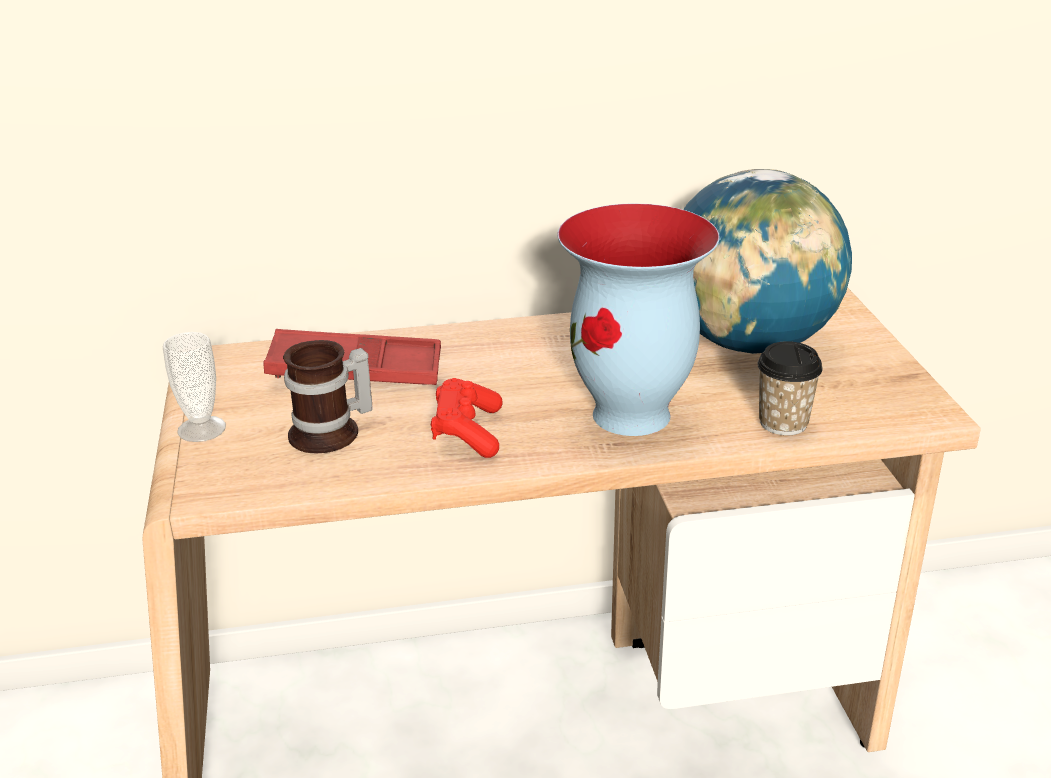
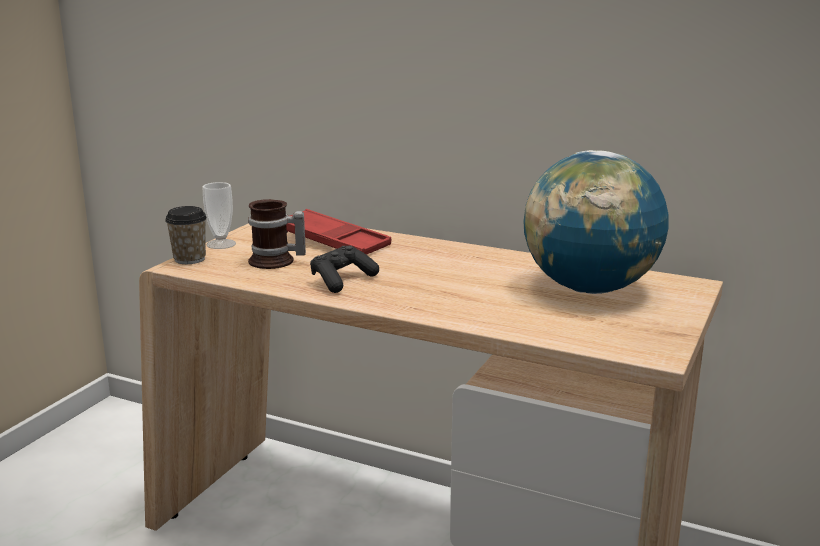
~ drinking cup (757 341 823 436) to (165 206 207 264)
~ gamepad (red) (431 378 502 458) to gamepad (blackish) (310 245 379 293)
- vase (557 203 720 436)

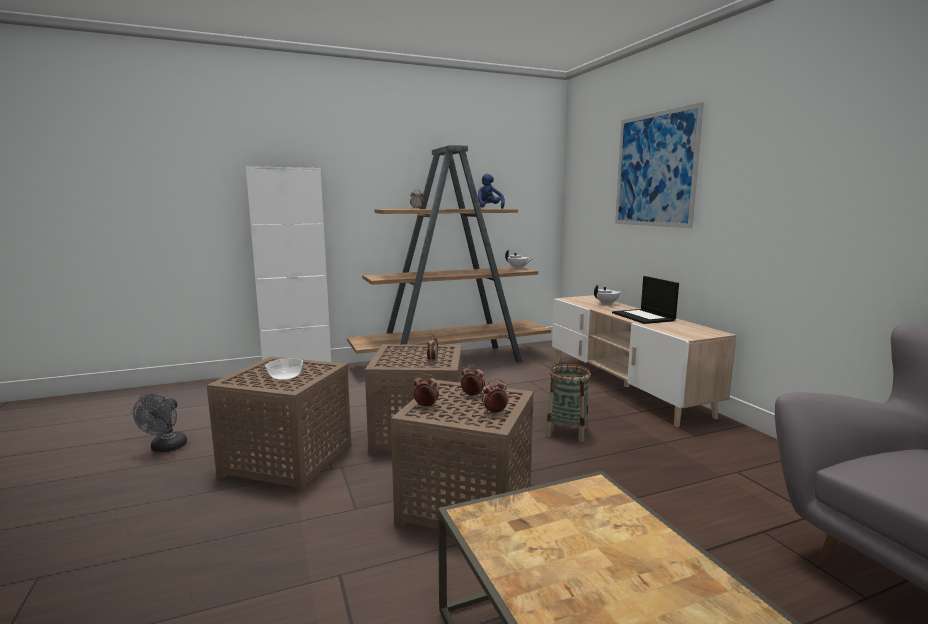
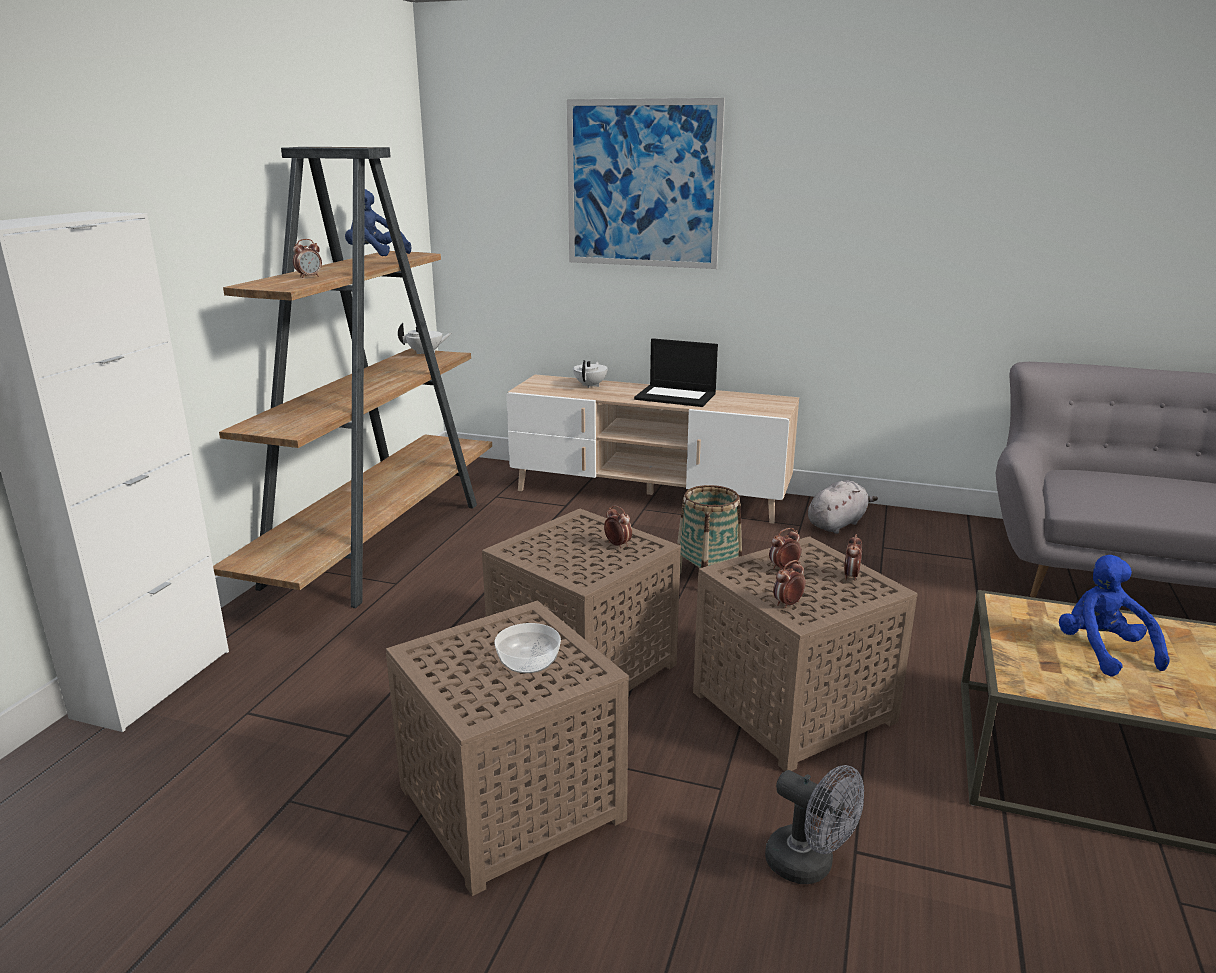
~ cooling fan (grey) (133 394 187 452) to (765 765 864 884)
+ cuddly toy (grey) (808 481 878 534)
+ cuddly toy (bluish) (1059 555 1170 677)

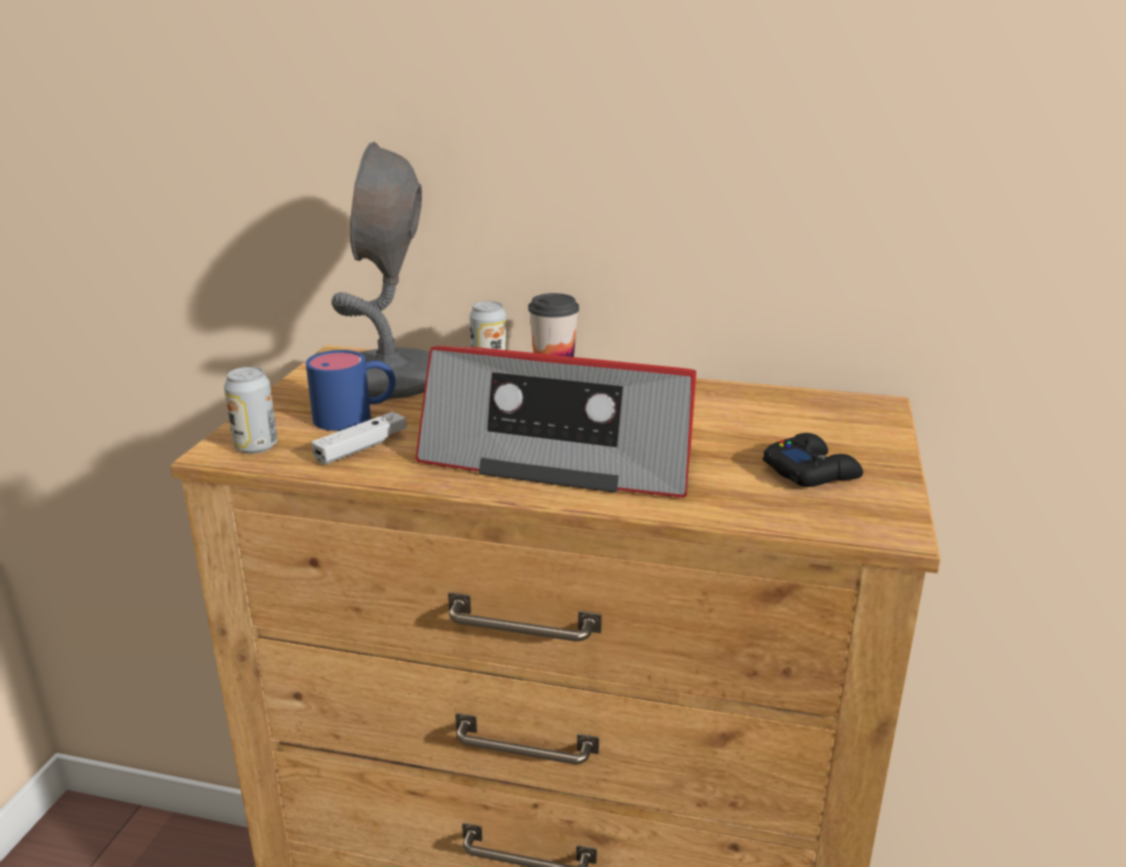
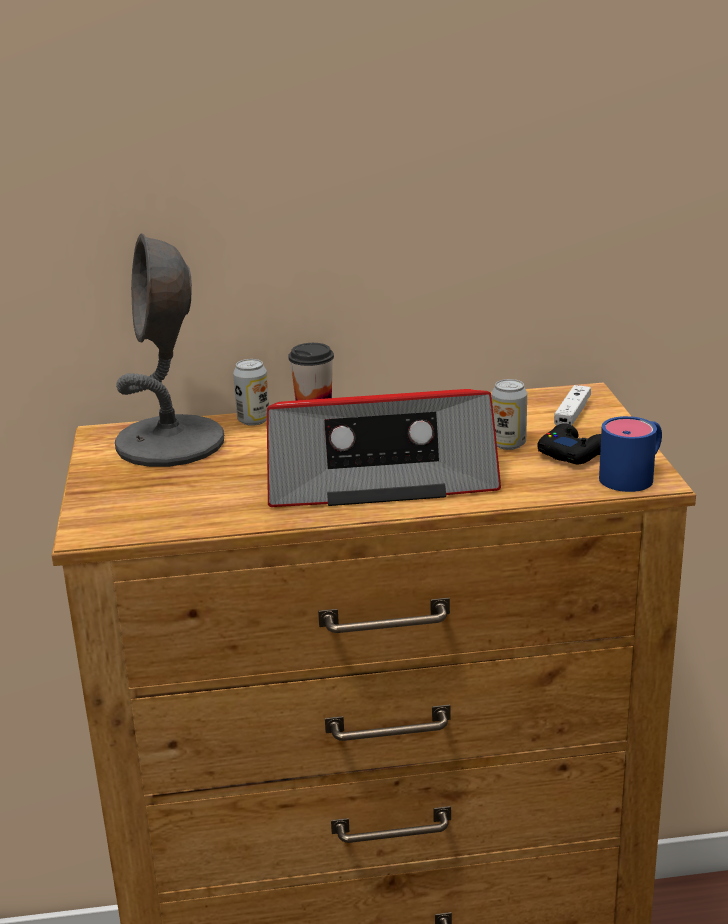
~ can (224 367 278 454) to (491 379 527 450)
~ gamepad (white-coloured) (311 411 407 465) to (554 385 591 426)
~ coffee mug (bluish) (306 350 396 431) to (599 416 662 492)

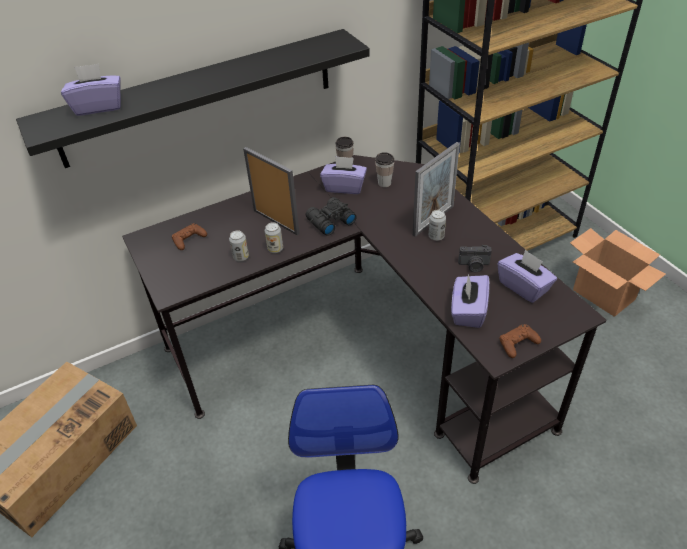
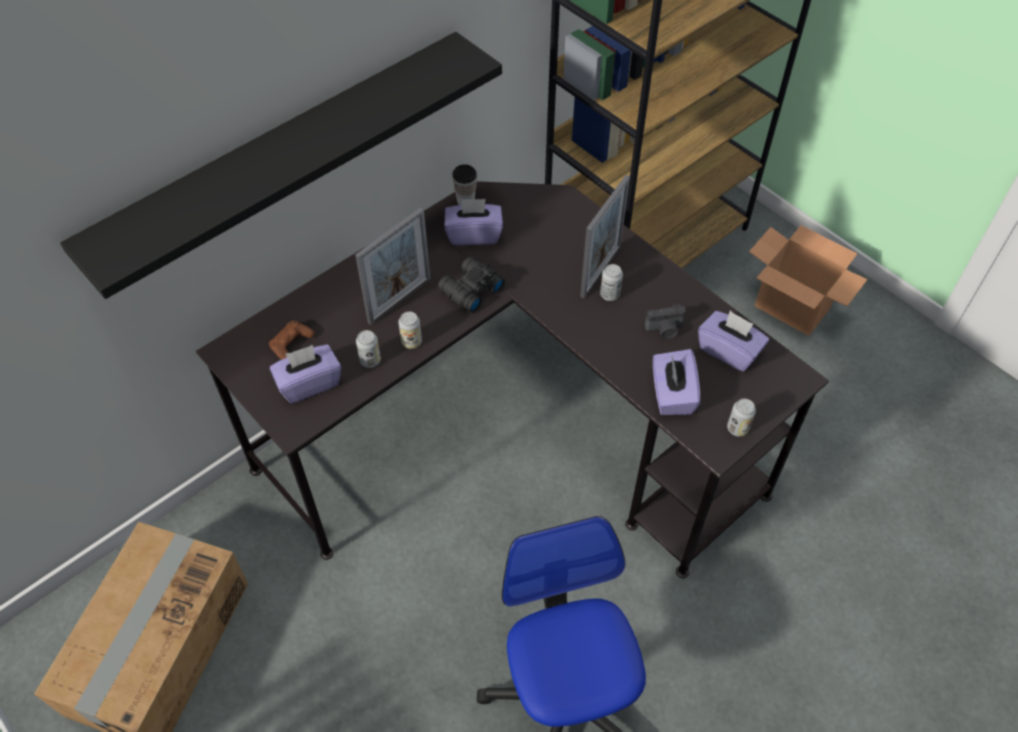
~ box of tissues (purple) (61 63 121 116) to (270 344 341 403)
~ standing frame (243 147 300 235) = (355 207 431 325) 105 degrees clockwise
~ gamepad (brownish) (500 324 541 358) to can (727 398 756 437)
- drinking cup (375 152 394 187)

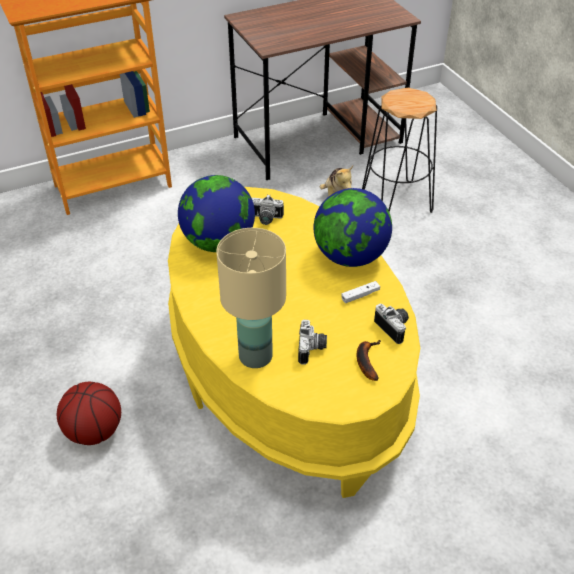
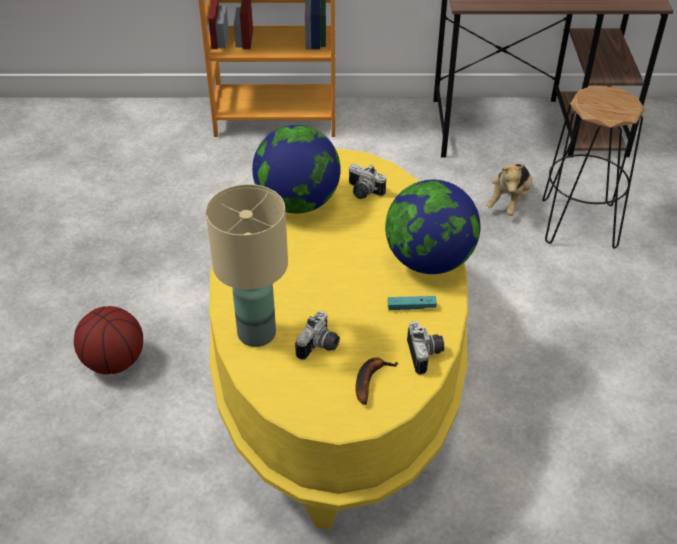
~ gamepad (white-coloured) (341 281 380 303) to gamepad (blue-green) (388 296 437 310)

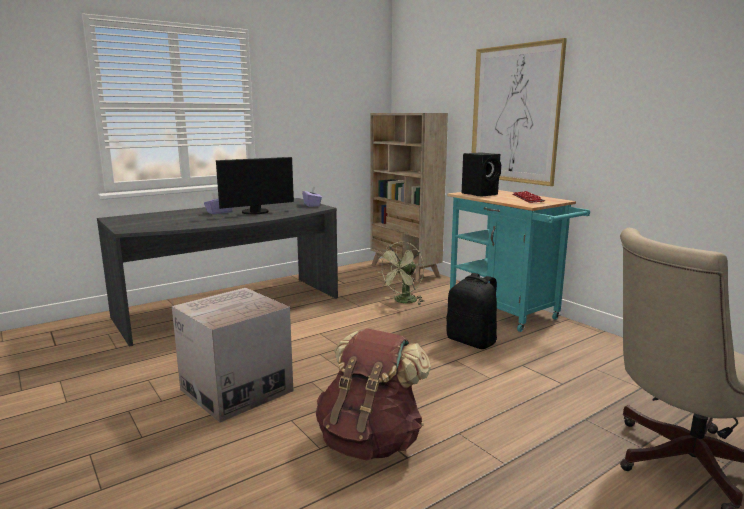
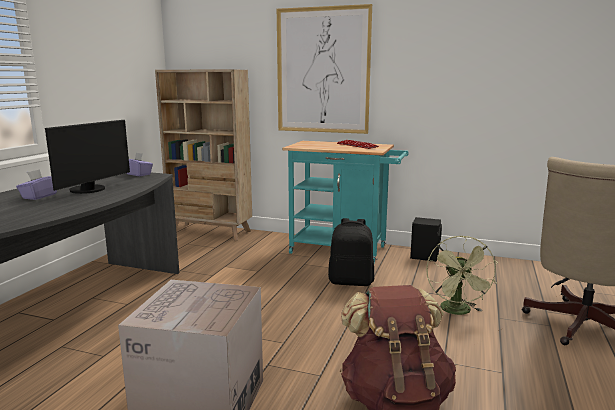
~ audio speaker (blackish) (462 152 501 196) to (410 217 442 262)
~ cooling fan (greenish) (377 242 424 305) to (426 235 498 315)

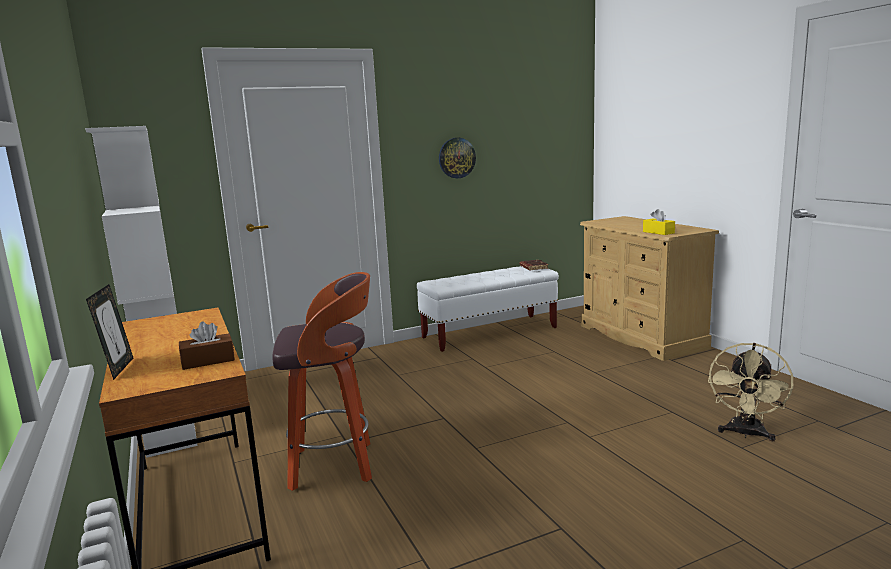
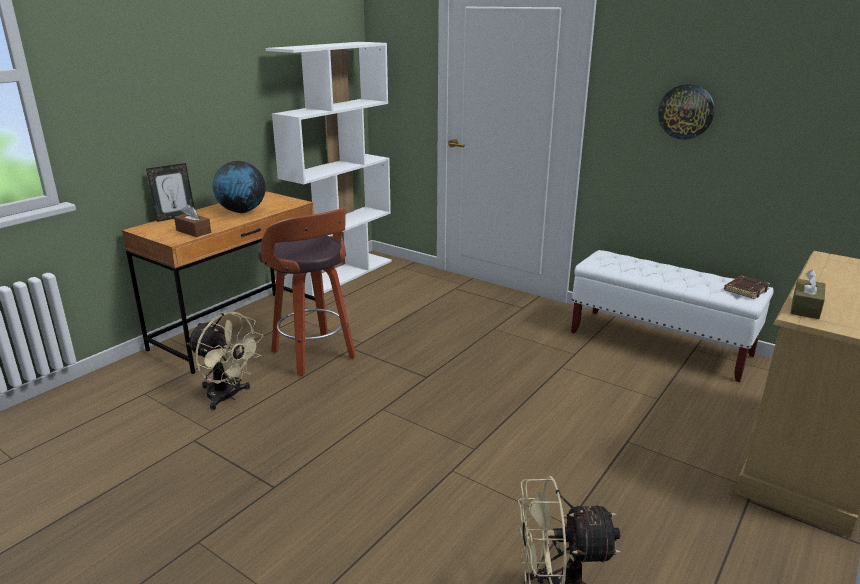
+ cooling fan (beige) (187 312 263 410)
+ world globe (213 161 265 213)
~ box of tissues (yellow-coloured) (643 209 675 235) to box of tissues (brownish) (791 269 825 319)

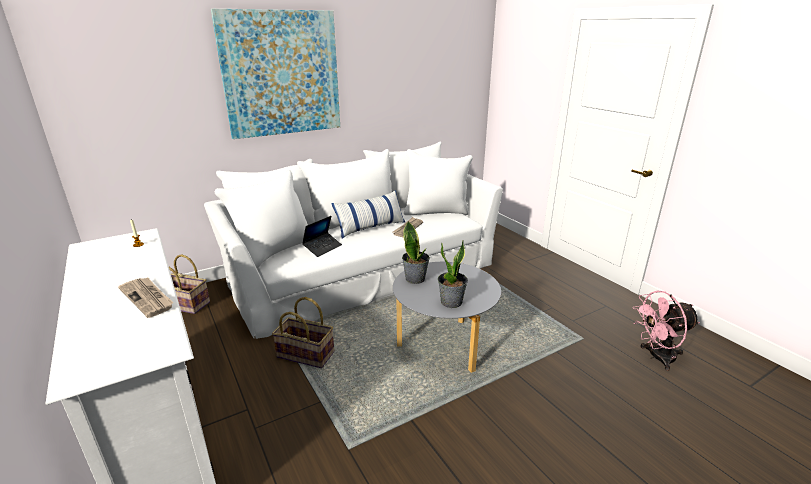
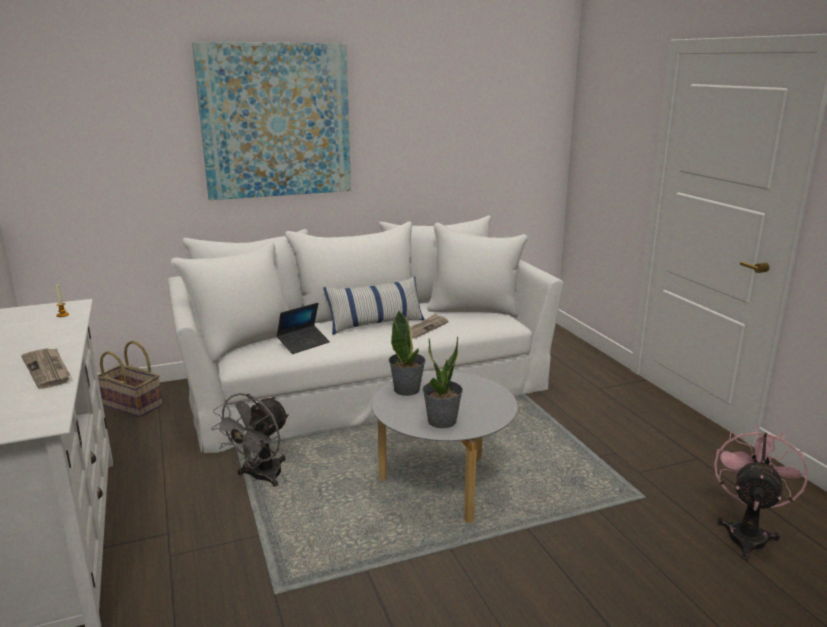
~ basket (272 297 334 368) to cooling fan (grey) (211 393 289 487)
~ cooling fan (pink) (633 290 700 371) = (714 425 808 560) 120 degrees clockwise

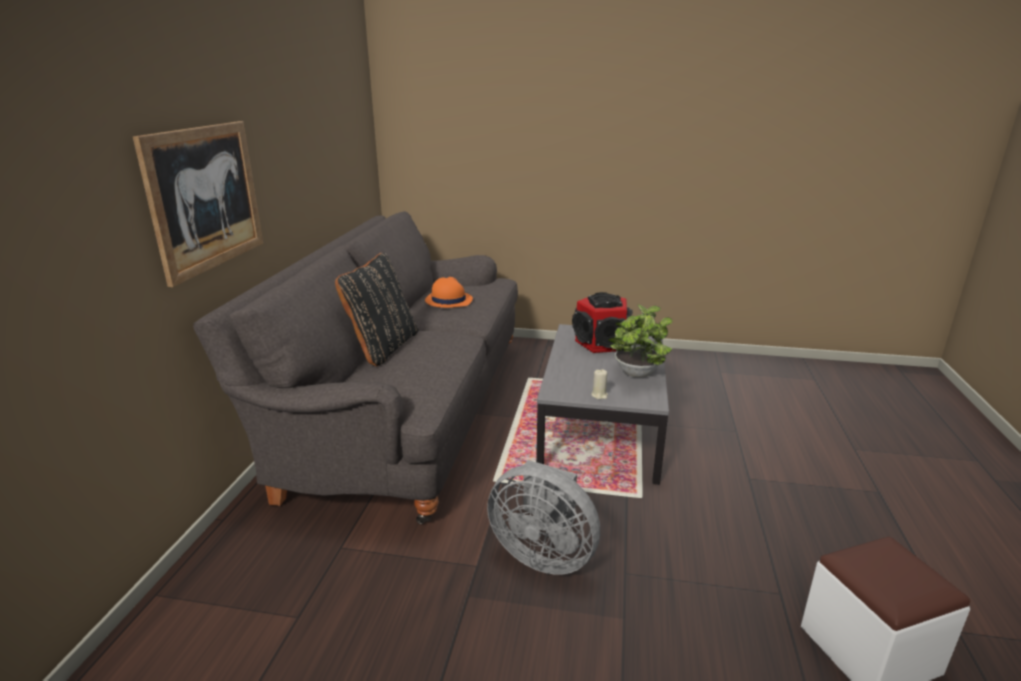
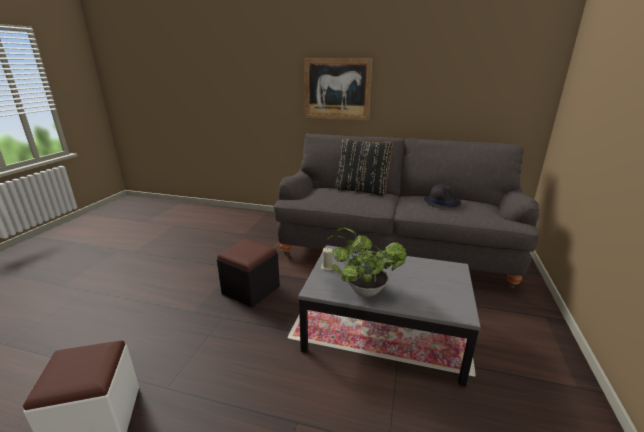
~ cooling fan (grey) (487 460 600 575) to ottoman (blackish) (217 239 280 308)
~ wearable hat (orangey) (425 277 473 308) to wearable hat (blackish) (424 184 461 208)
- audio speaker (572 292 633 353)

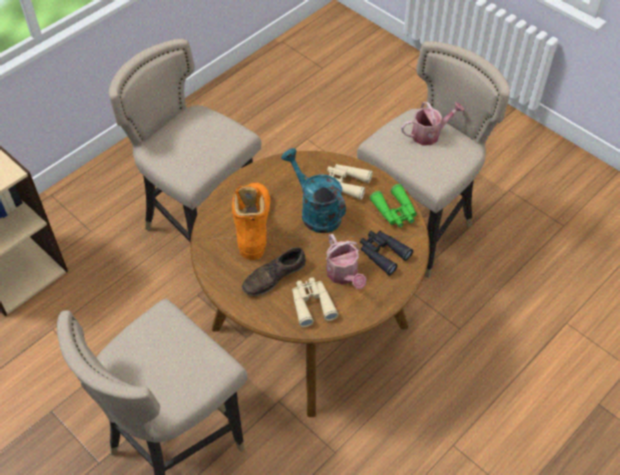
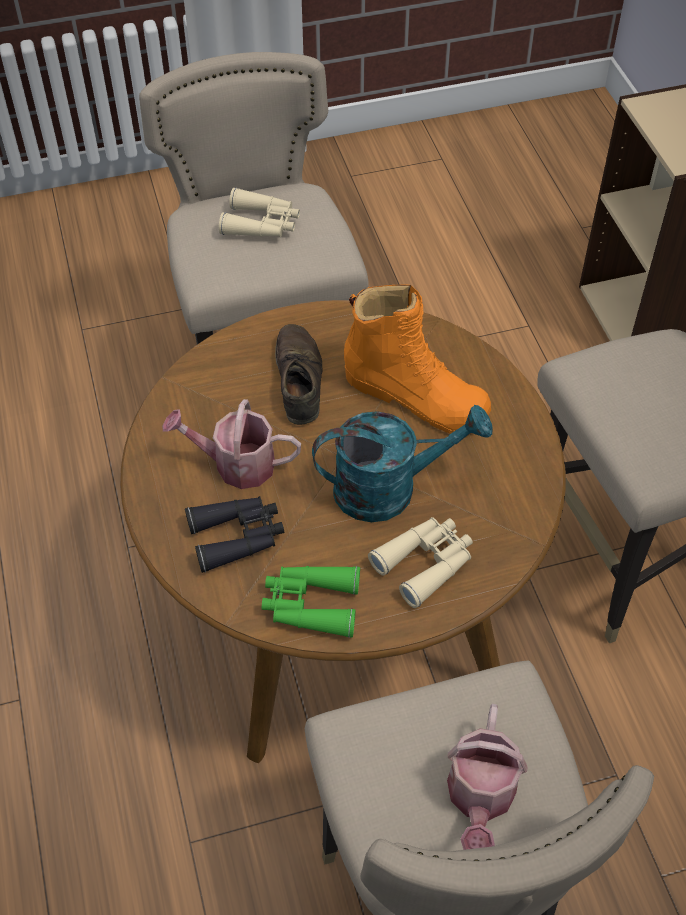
~ field glasses (beige) (292 277 339 327) to (219 188 300 237)

